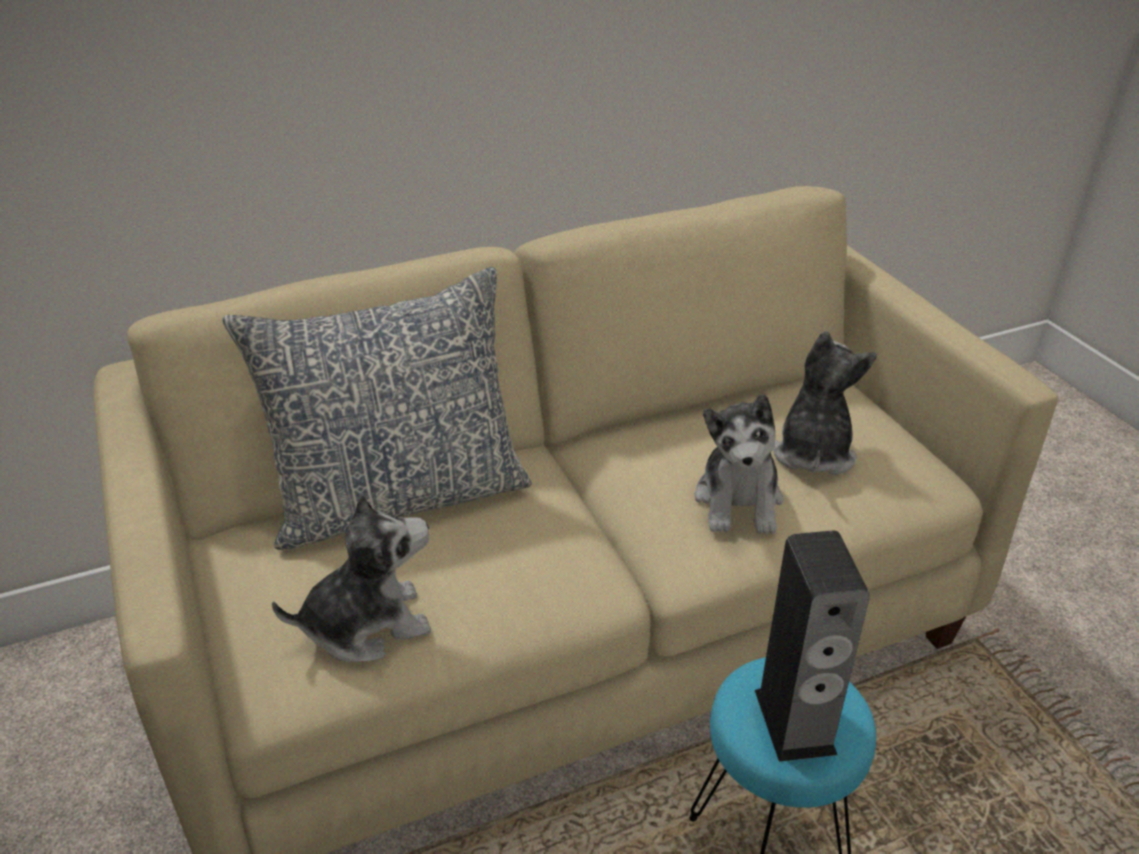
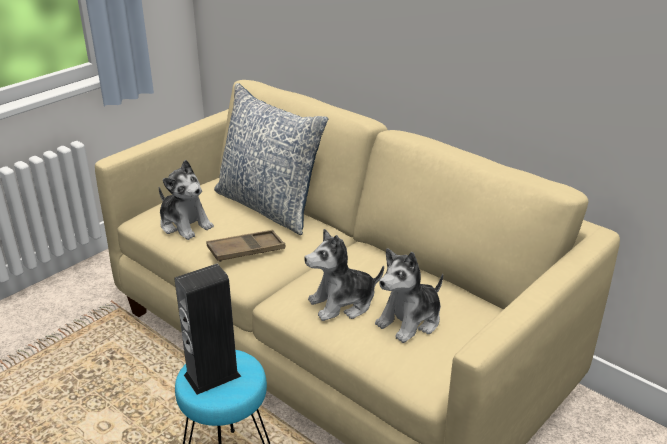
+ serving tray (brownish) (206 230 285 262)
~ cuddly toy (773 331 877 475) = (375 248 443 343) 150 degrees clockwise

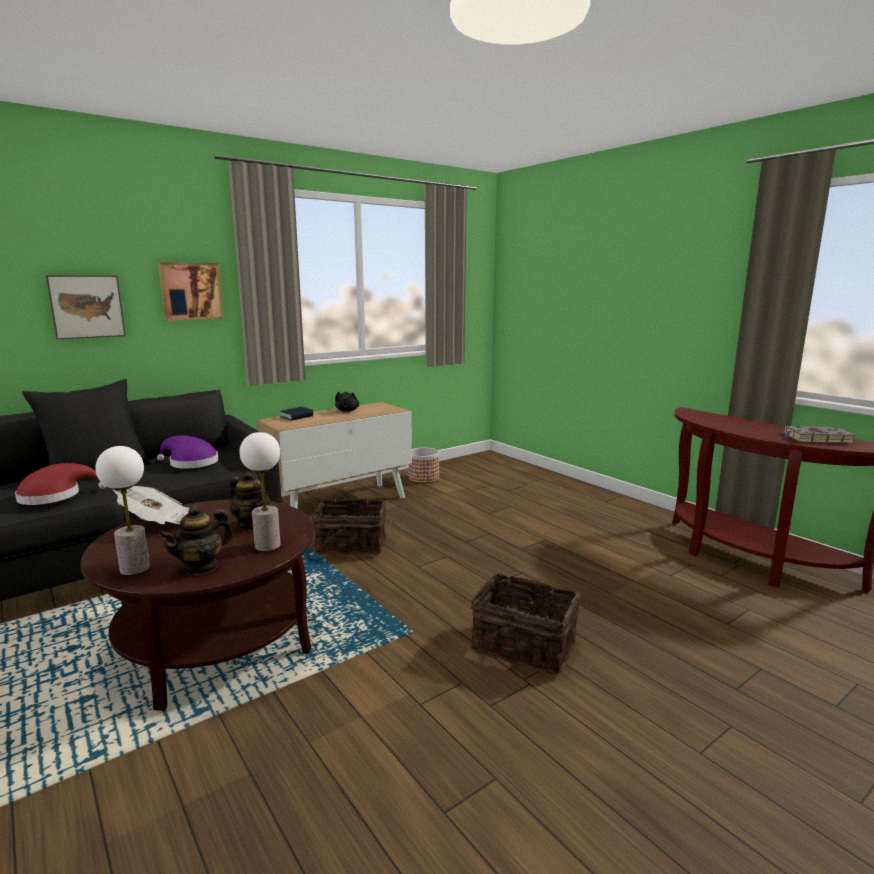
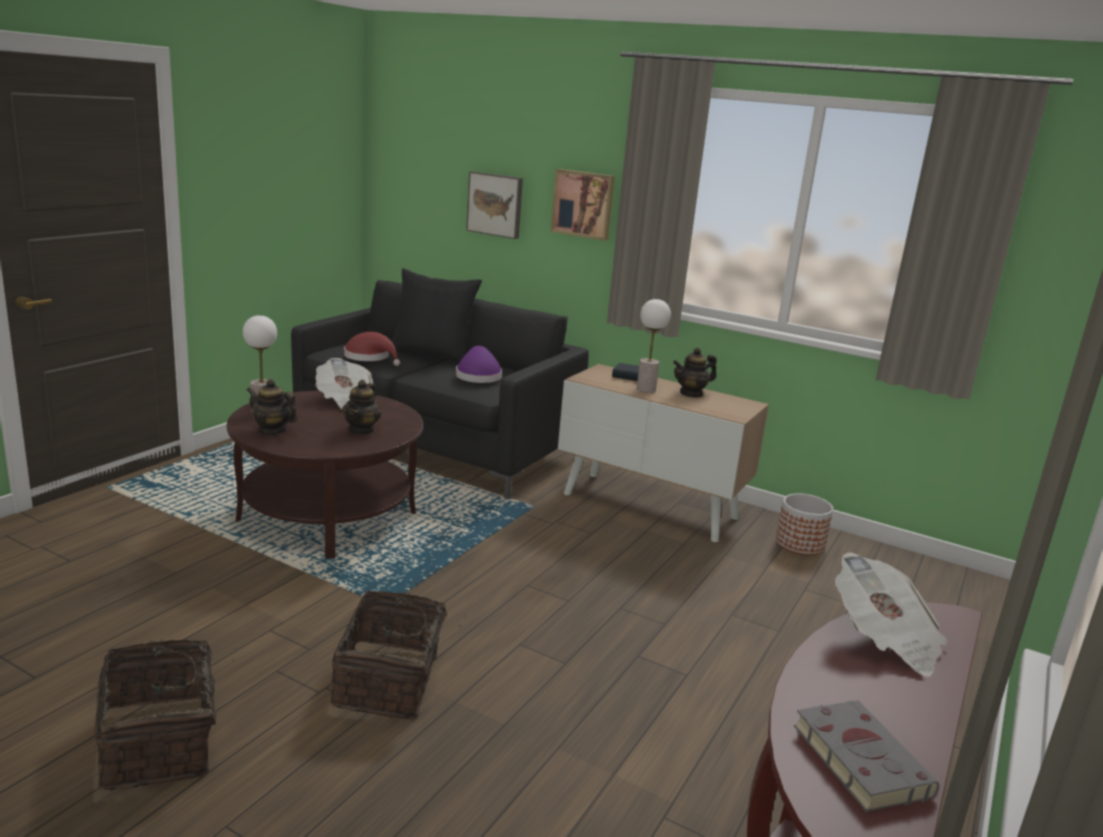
~ basket (312 497 386 555) to (94 639 236 790)
~ tabletop lamp (240 432 281 551) to (637 299 671 393)
~ cuddly toy (blackish) (335 392 359 412) to tea pot (673 348 717 398)
+ printed paper (835 552 947 677)

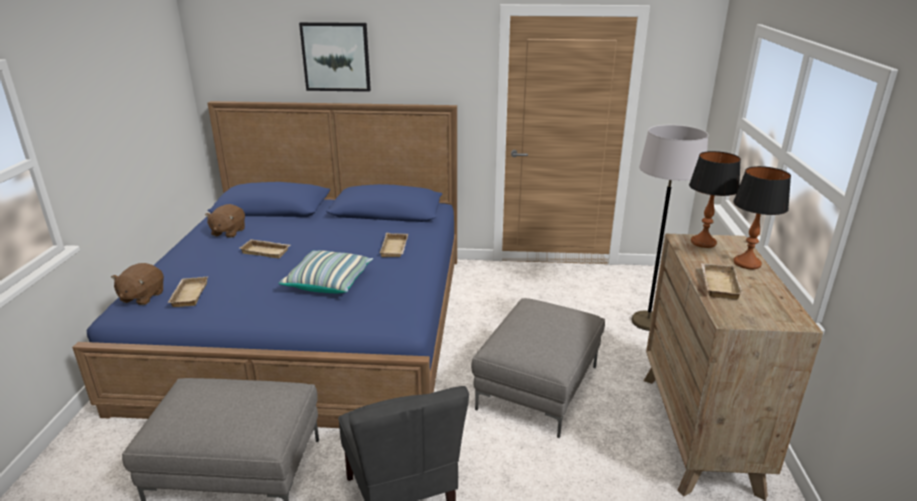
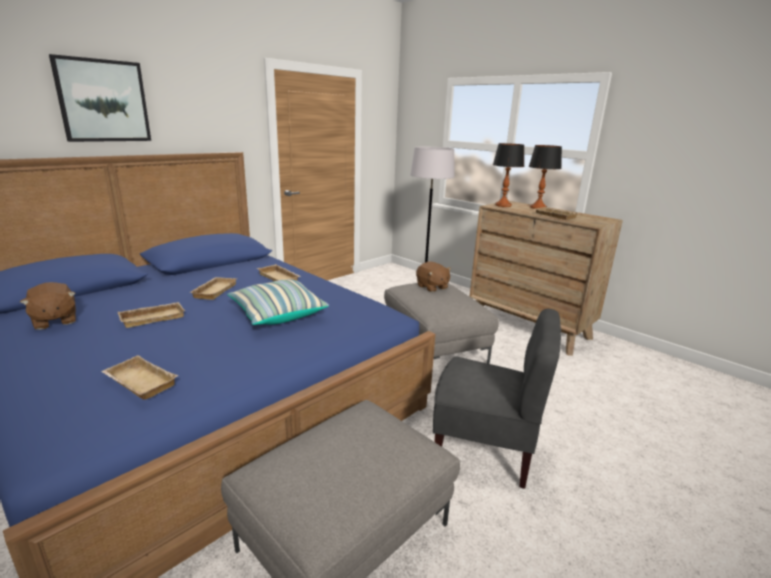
+ serving tray (beige) (190 277 237 300)
~ cuddly toy (brownish) (111 263 164 305) to (416 261 451 292)

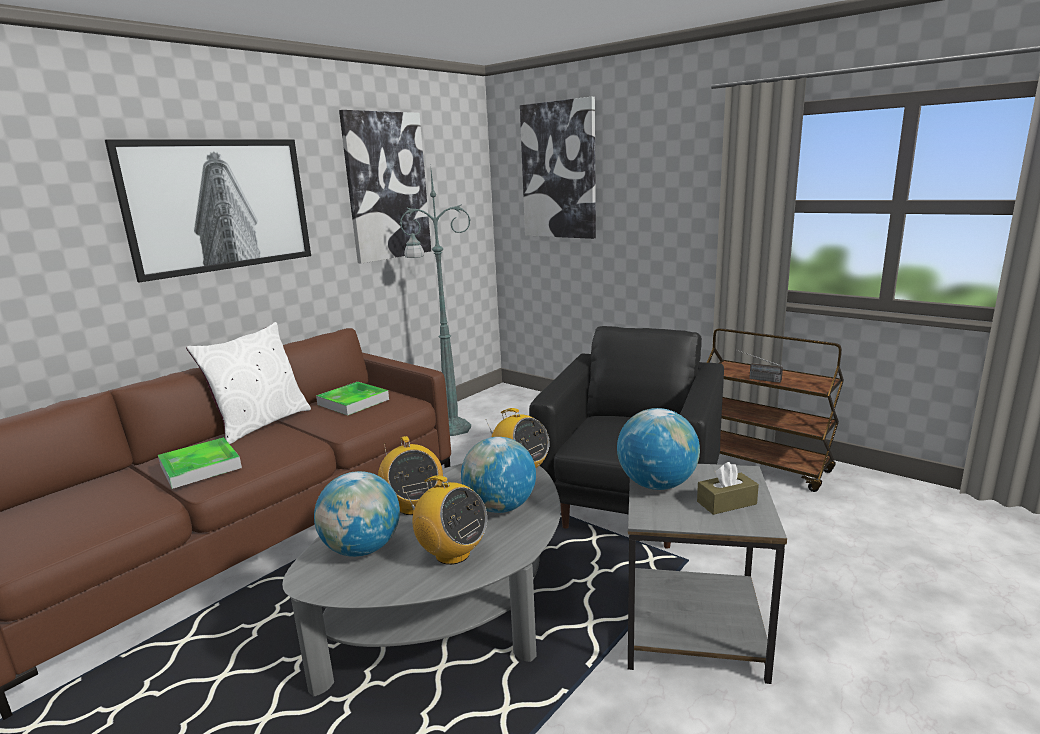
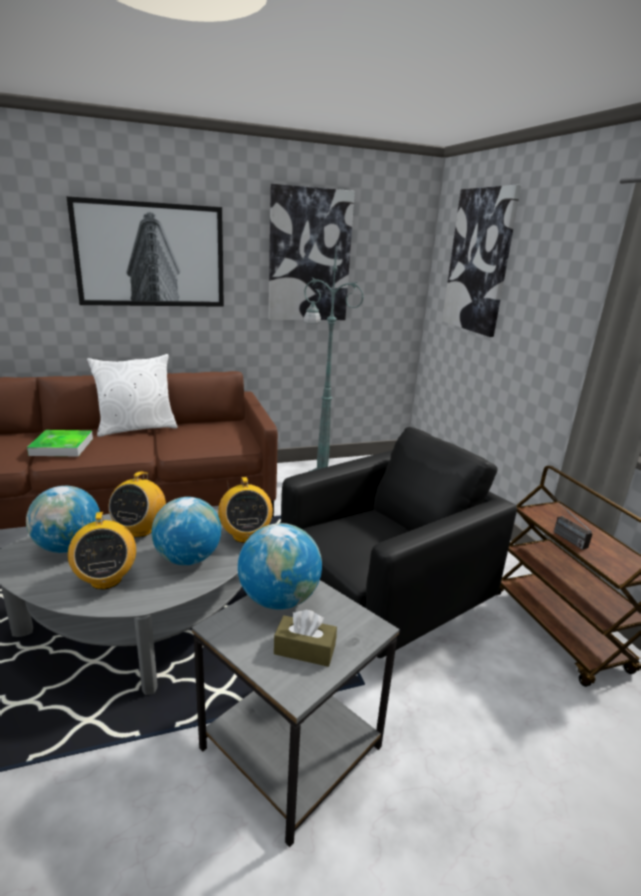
- serving tray (316 382 389 415)

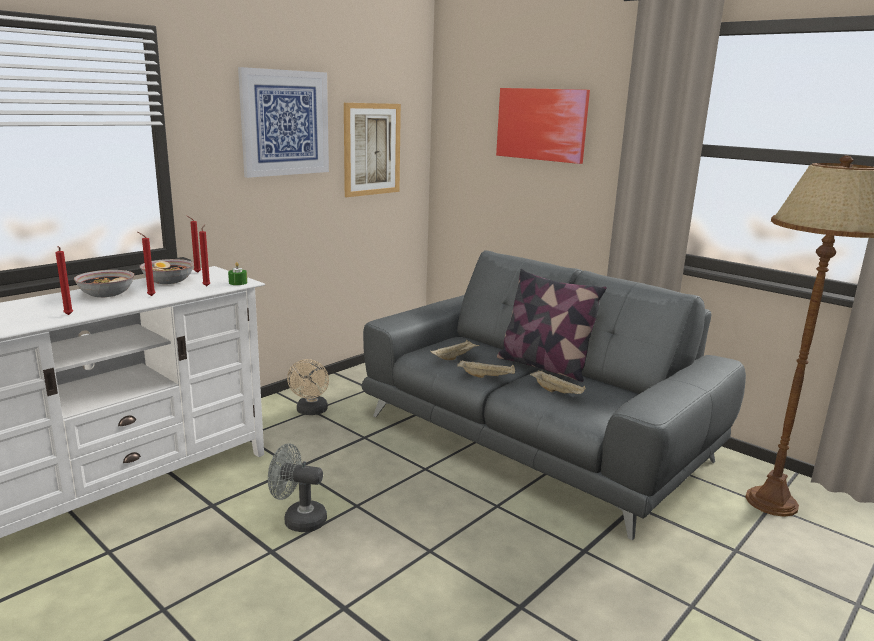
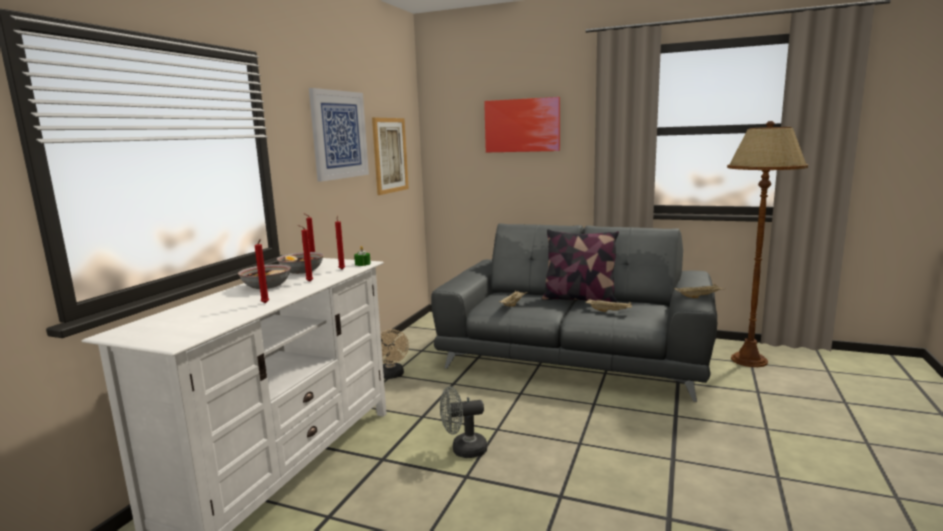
~ serving tray (beige) (457 360 515 378) to (674 284 722 298)

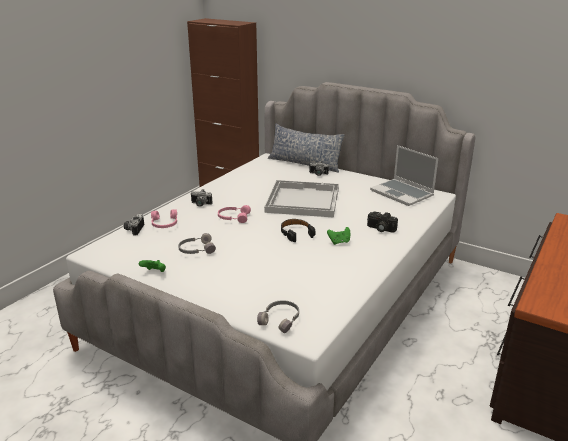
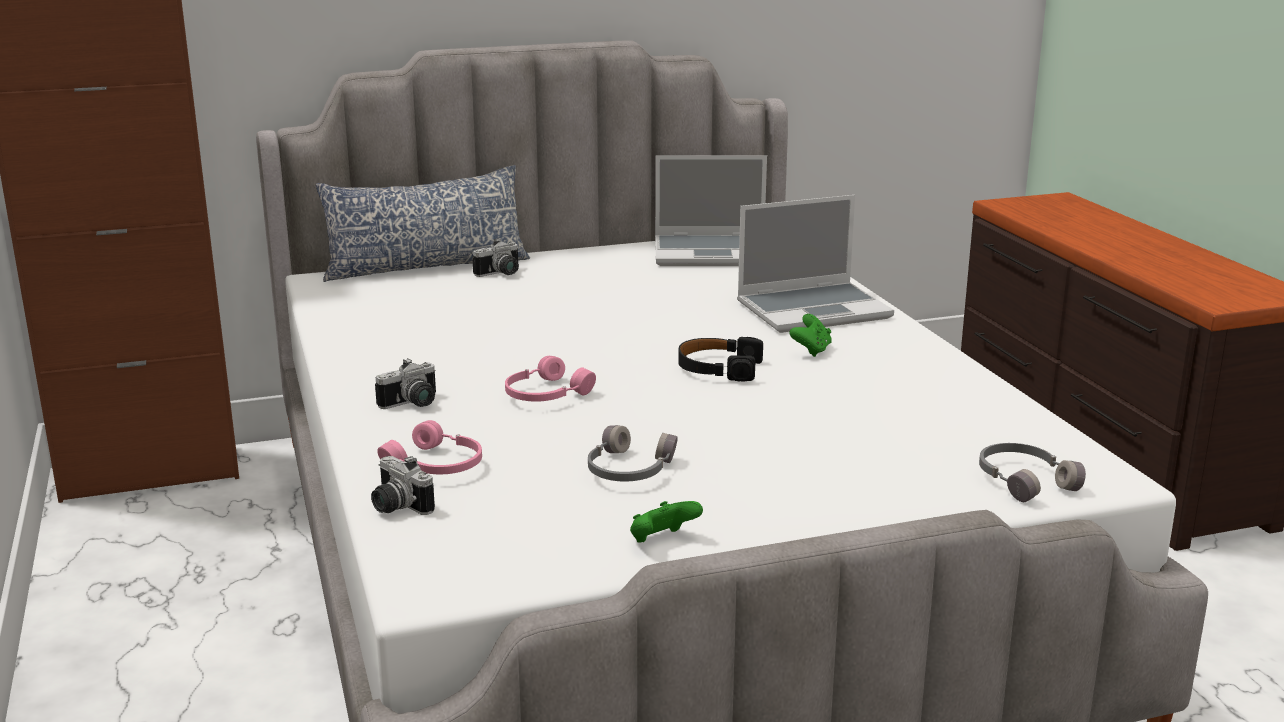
~ still camera (367 212 398 233) to notebook computer (737 195 894 333)
- serving tray (white-coloured) (264 180 339 217)

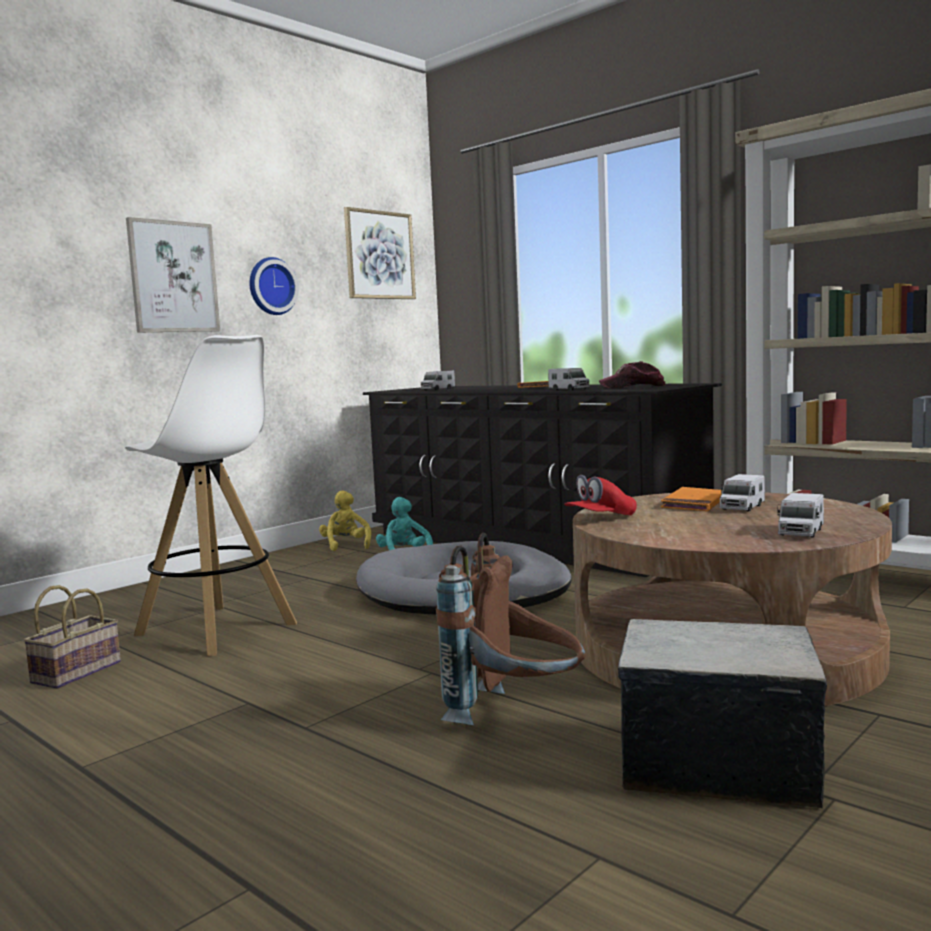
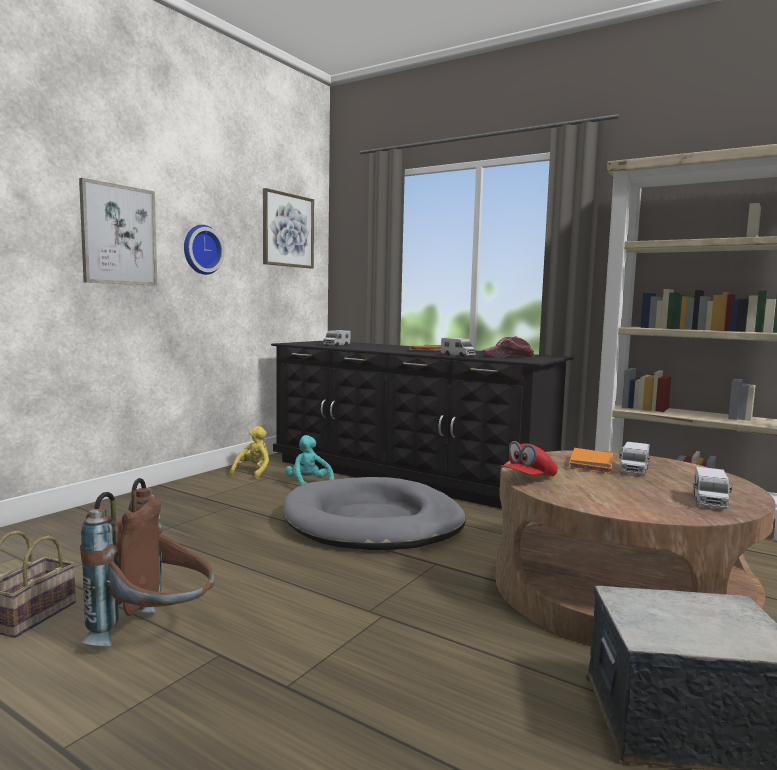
~ rucksack (brownish) (436 533 585 725) to (80 478 215 646)
~ cuddly toy (yellow-coloured) (319 490 371 551) = (230 426 269 480) 45 degrees clockwise
- stool seat (white-coloured) (125 335 297 656)

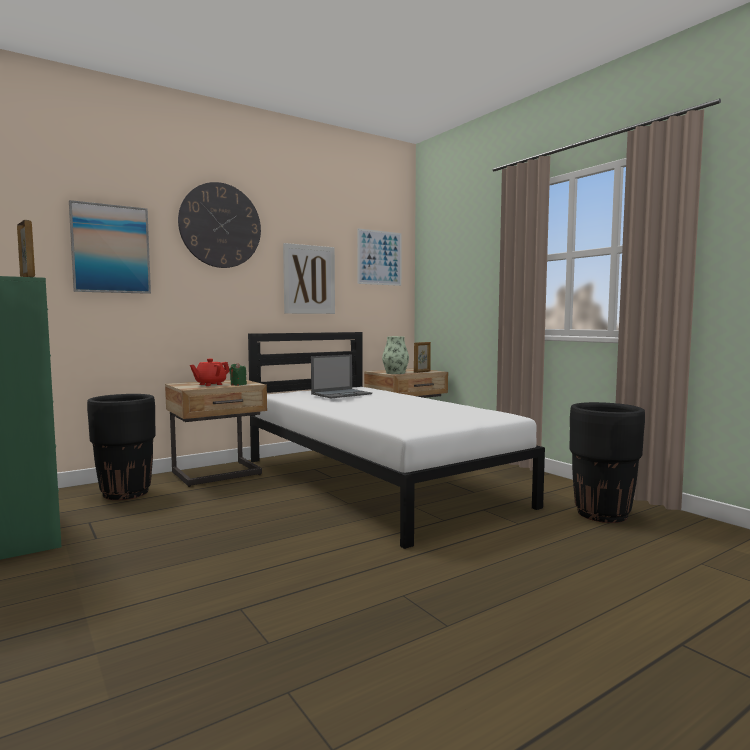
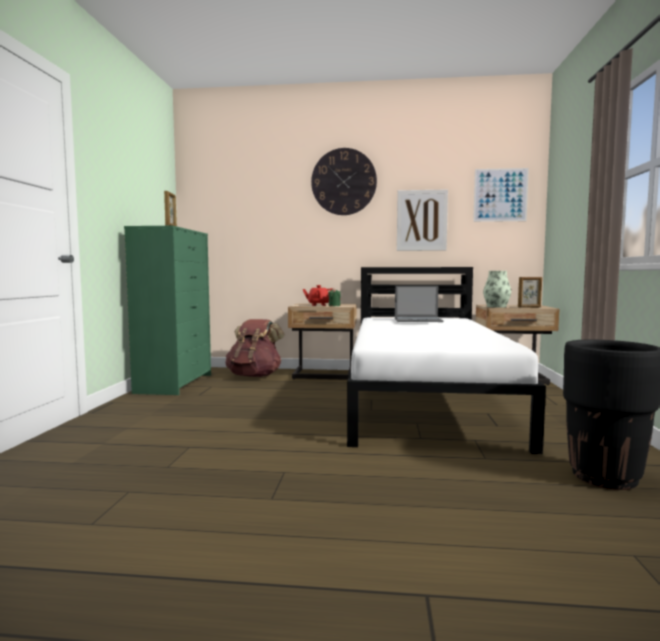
~ planter (blackish) (87 394 156 500) to rucksack (brownish) (225 319 285 377)
- picture (69 200 151 294)

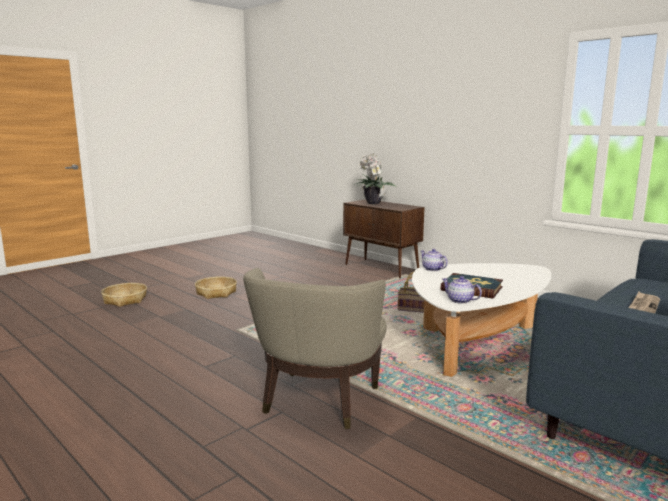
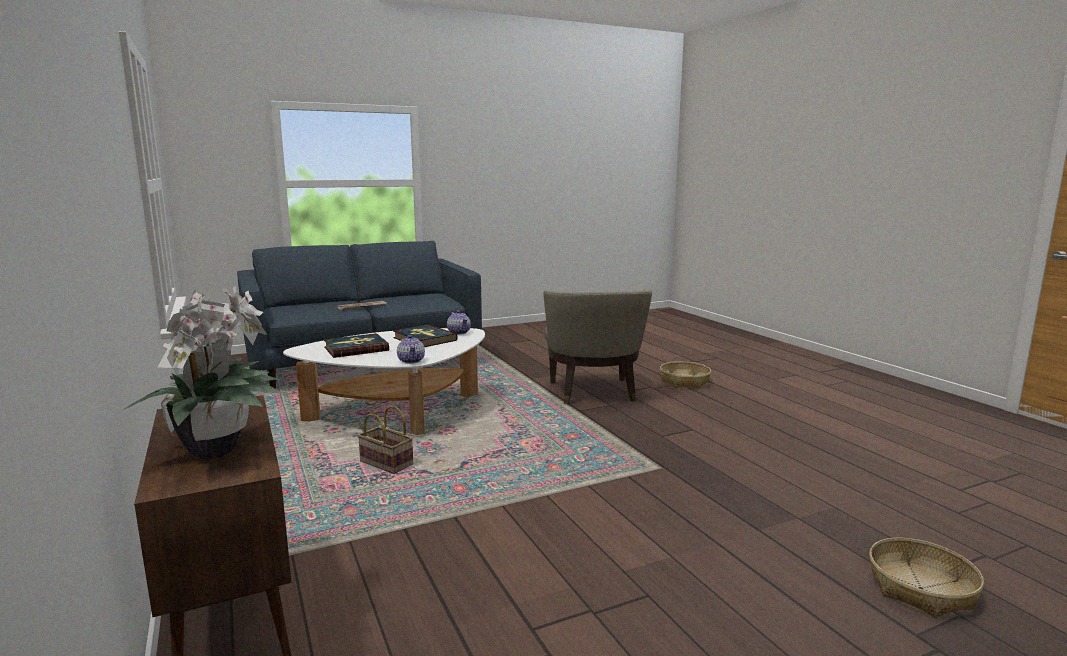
+ book (324 333 389 358)
~ lounge chair (beige) (243 268 387 429) = (543 288 652 404) 135 degrees clockwise
~ basket (195 277 237 299) to (660 361 711 388)

